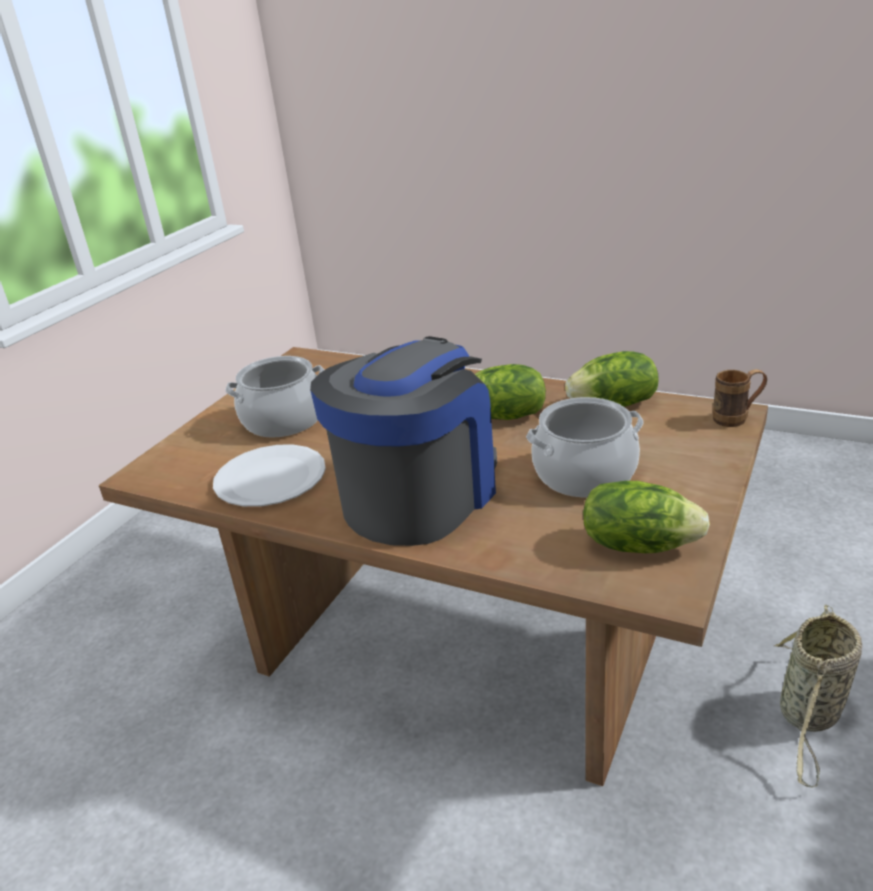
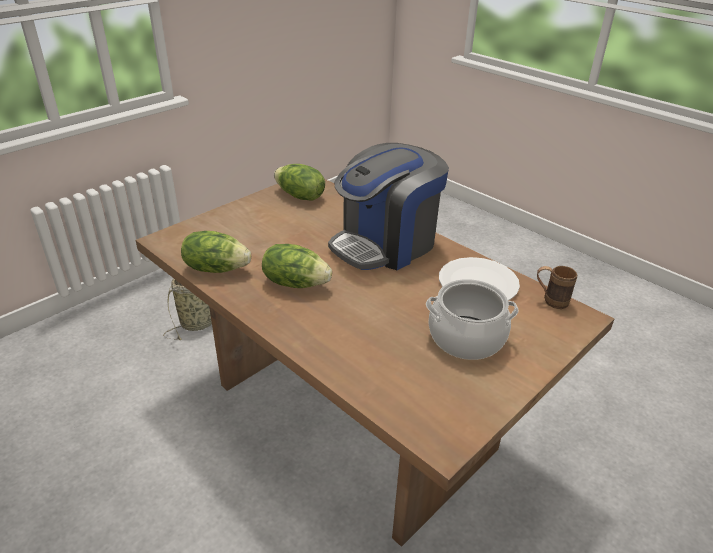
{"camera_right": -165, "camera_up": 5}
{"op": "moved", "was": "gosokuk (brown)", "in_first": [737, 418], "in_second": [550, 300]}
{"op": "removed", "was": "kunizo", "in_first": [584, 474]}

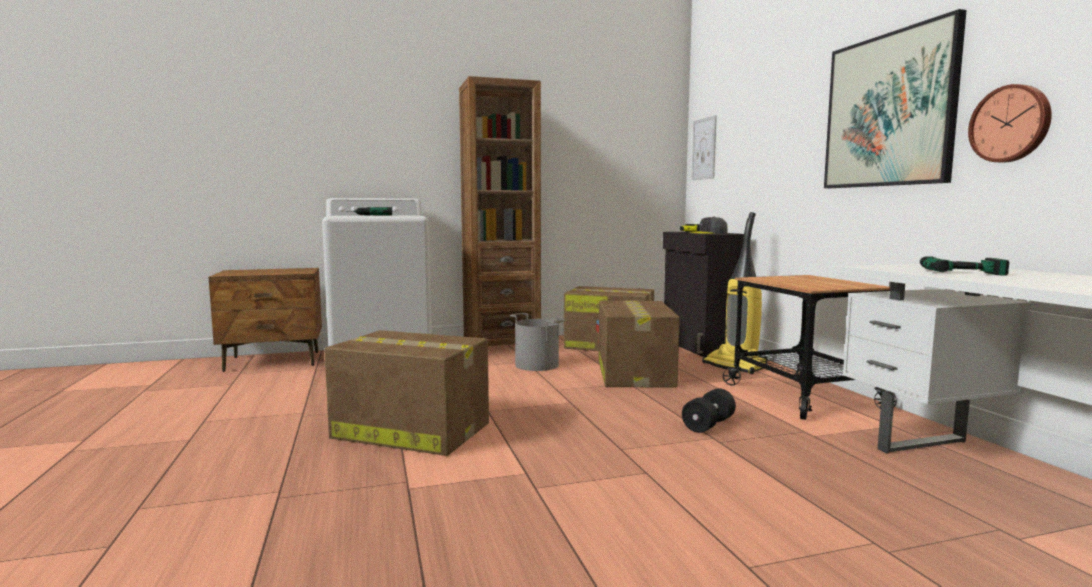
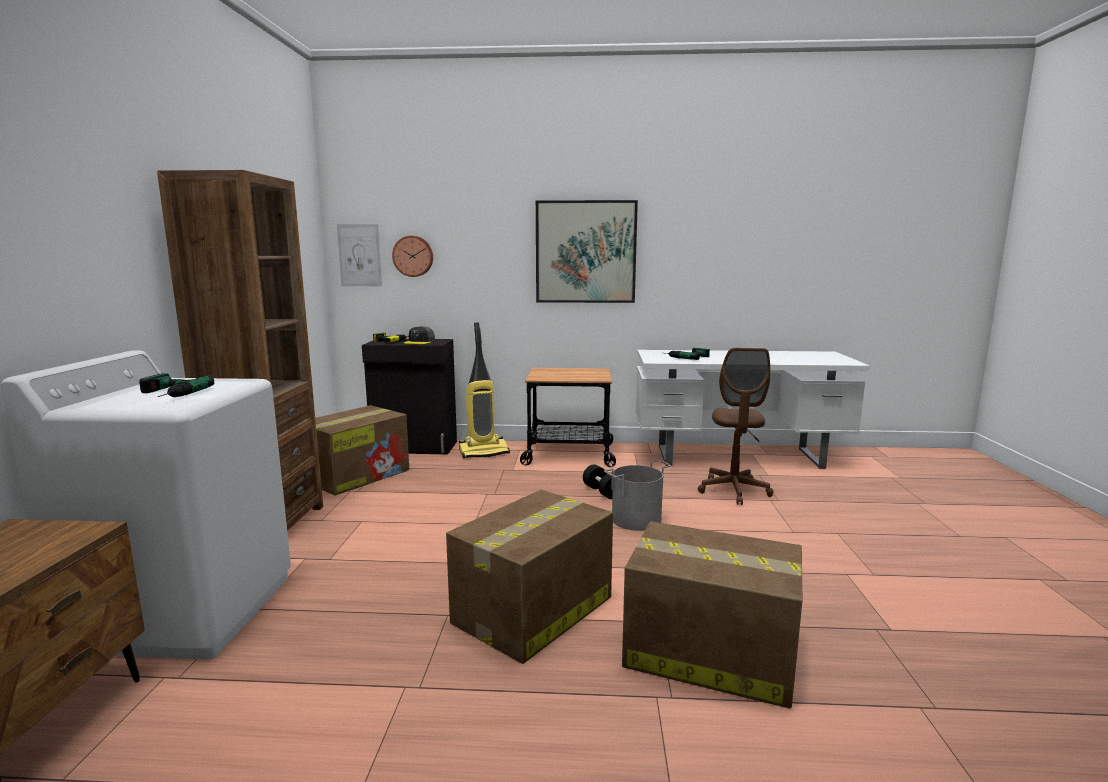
{"camera_right": -70, "camera_up": 5}
{"op": "moved", "was": "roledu", "in_first": [1011, 124], "in_second": [413, 256]}
{"op": "moved", "was": "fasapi", "in_first": [634, 373], "in_second": [707, 652]}
{"op": "moved", "was": "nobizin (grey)", "in_first": [537, 365], "in_second": [635, 519]}
{"op": "added", "now": "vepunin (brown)", "in_second": [733, 490]}

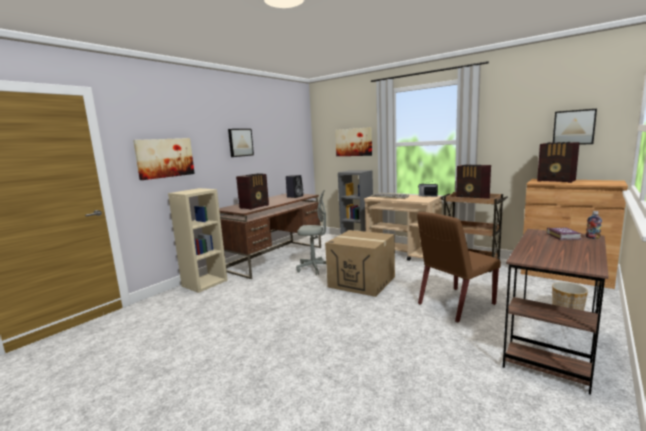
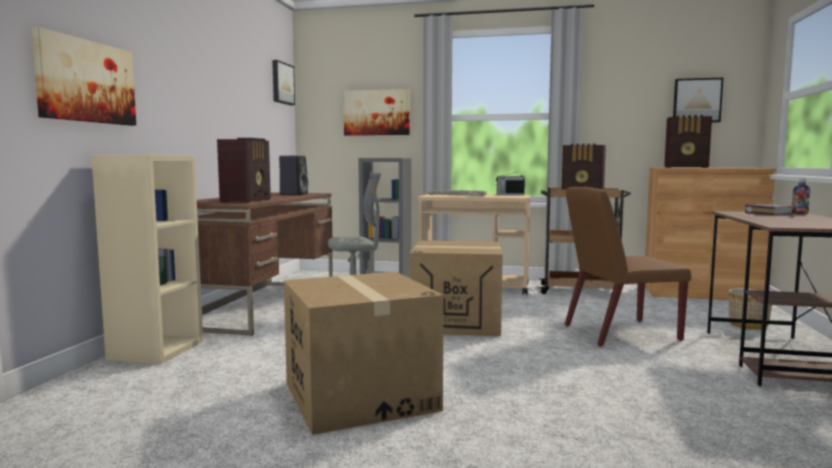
{"camera_right": -25, "camera_up": -5}
{"op": "moved", "was": "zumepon", "in_first": [240, 142], "in_second": [282, 83]}
{"op": "turned", "was": "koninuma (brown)", "in_first": [455, 304], "in_second": [619, 333], "clockwise": 45}
{"op": "added", "now": "fasapi", "in_second": [359, 396]}

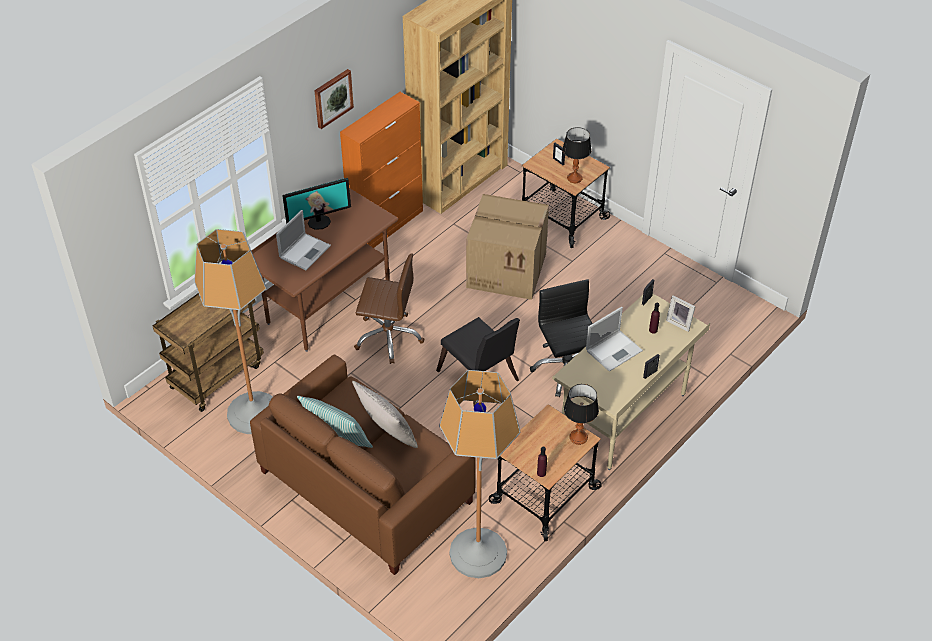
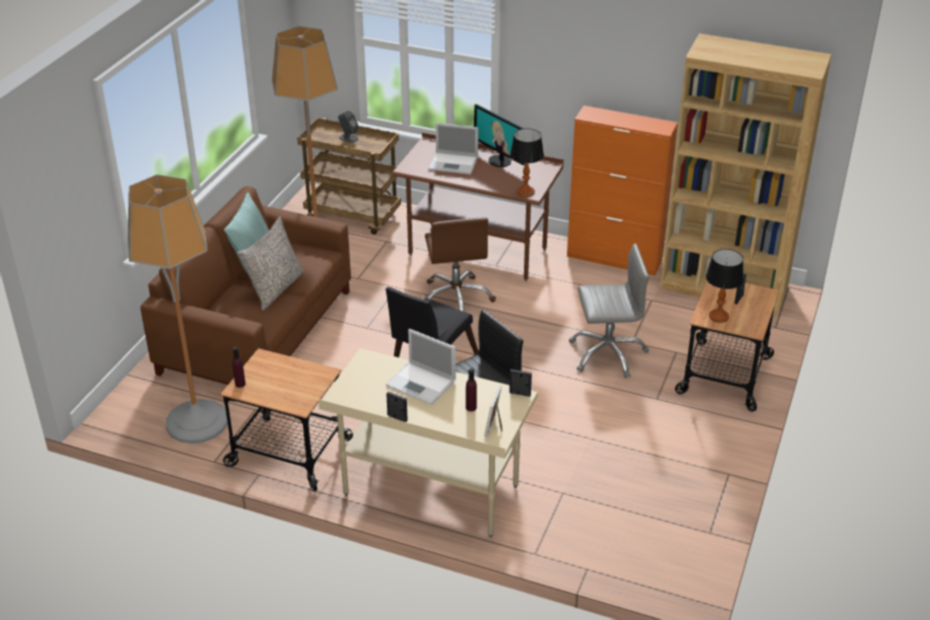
{"camera_right": 70, "camera_up": -10}
{"op": "removed", "was": "zumepon", "in_first": [332, 98]}
{"op": "replaced", "was": "fasapi", "now": "vepunin (grey)", "in_first": [507, 270], "in_second": [607, 353]}
{"op": "moved", "was": "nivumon", "in_first": [578, 437], "in_second": [525, 192]}
{"op": "added", "now": "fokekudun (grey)", "in_second": [348, 138]}

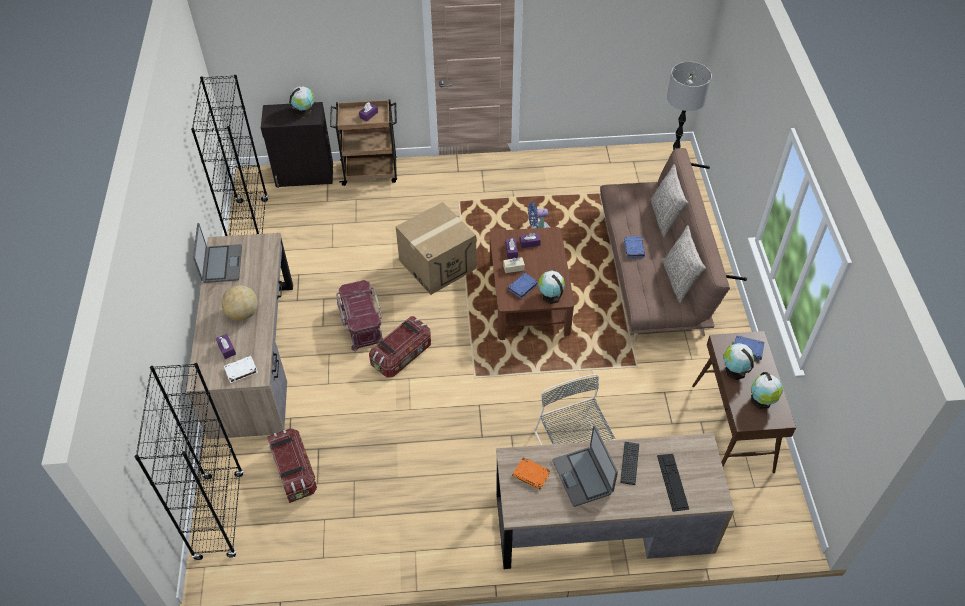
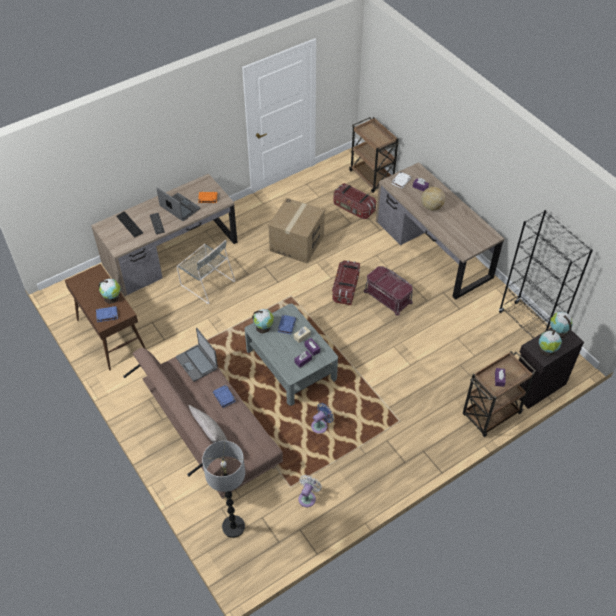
{"camera_right": 150, "camera_up": 0}
{"op": "moved", "was": "fasapi", "in_first": [437, 264], "in_second": [297, 243]}
{"op": "moved", "was": "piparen", "in_first": [221, 264], "in_second": [197, 363]}
{"op": "removed", "was": "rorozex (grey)", "in_first": [679, 280]}
{"op": "recoloured", "was": "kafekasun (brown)", "now": "kafekasun (grey)", "in_first": [529, 297], "in_second": [291, 364]}
{"op": "replaced", "was": "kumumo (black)", "now": "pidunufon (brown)", "in_first": [219, 516], "in_second": [372, 177]}
{"op": "moved", "was": "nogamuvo", "in_first": [762, 401], "in_second": [557, 331]}
{"op": "added", "now": "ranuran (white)", "in_second": [308, 497]}

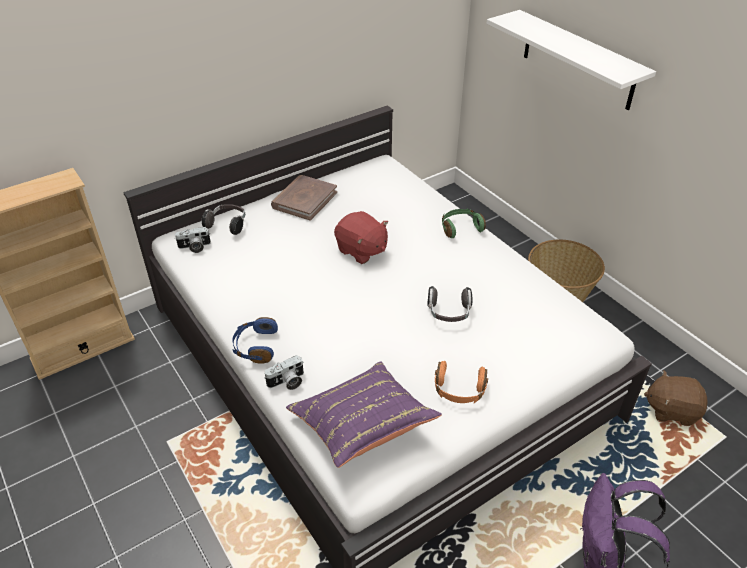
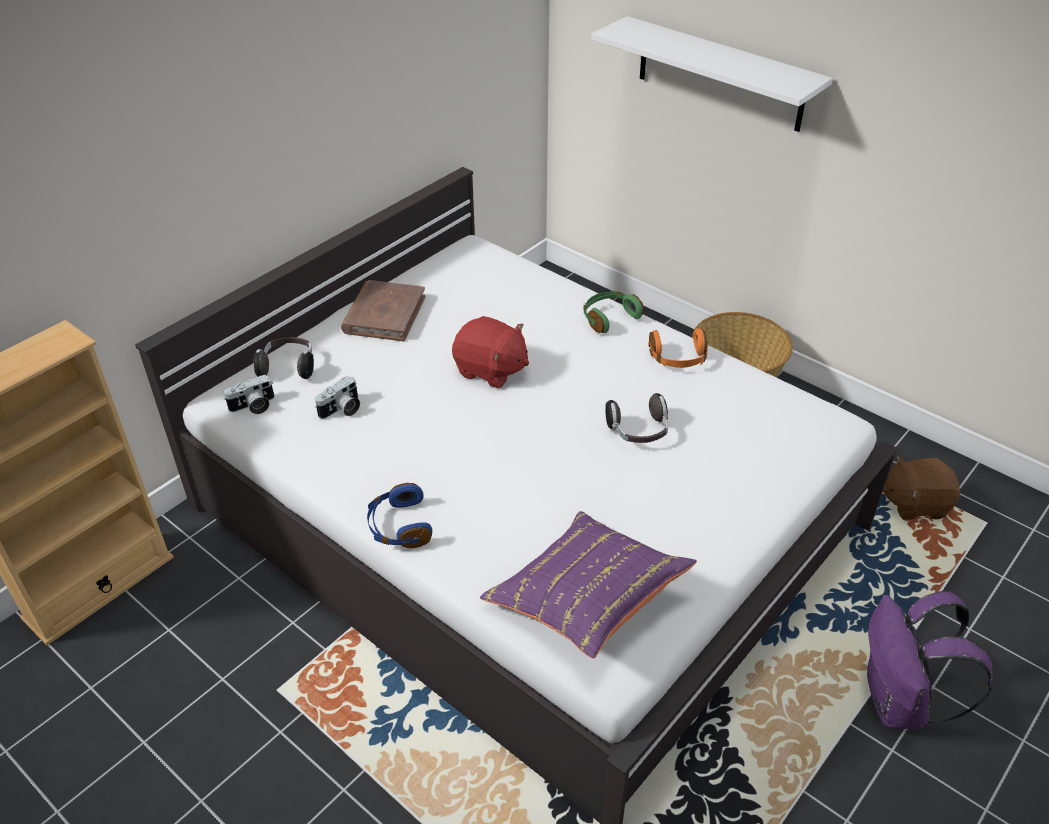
{"camera_right": -15, "camera_up": 0}
{"op": "moved", "was": "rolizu", "in_first": [287, 382], "in_second": [342, 410]}
{"op": "moved", "was": "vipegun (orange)", "in_first": [459, 390], "in_second": [678, 358]}

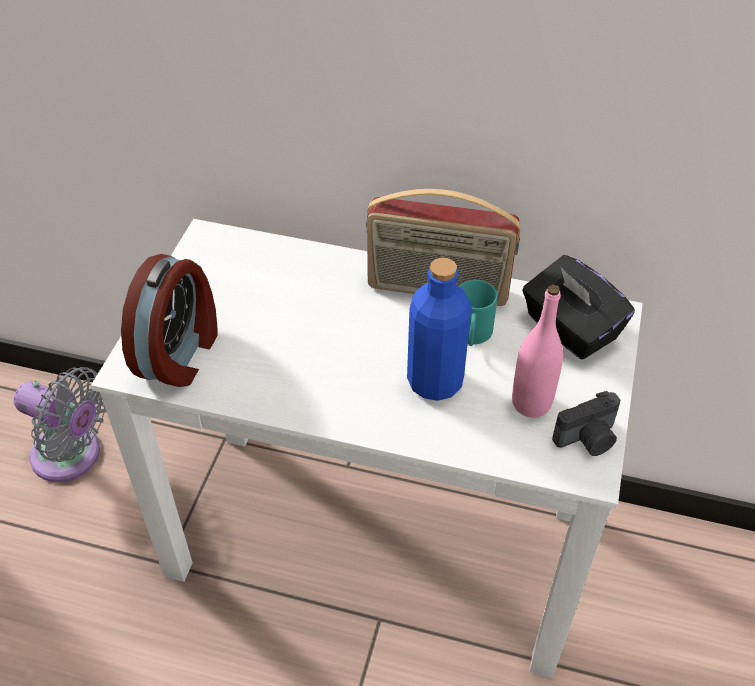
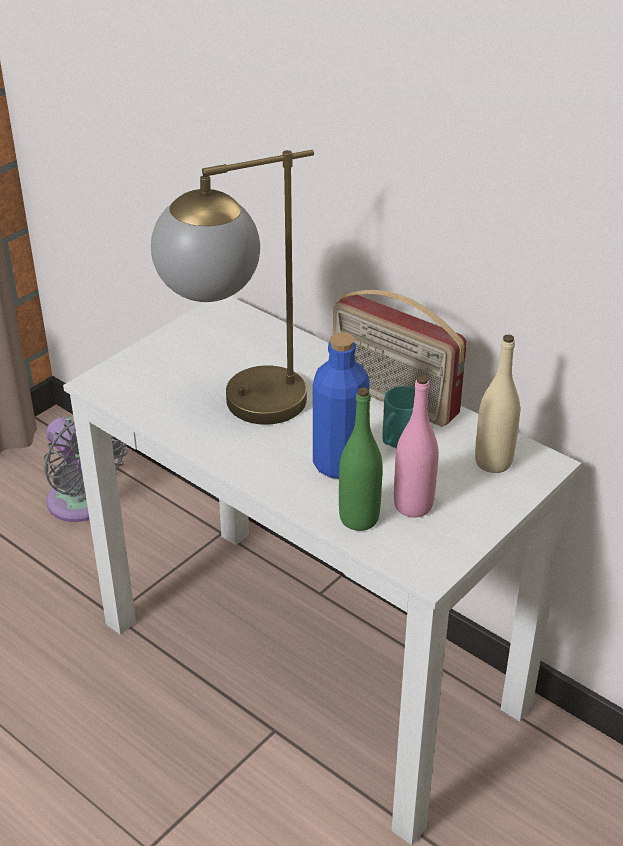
{"camera_right": 25, "camera_up": -10}
{"op": "removed", "was": "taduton", "in_first": [181, 353]}
{"op": "replaced", "was": "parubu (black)", "now": "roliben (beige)", "in_first": [570, 329], "in_second": [493, 462]}
{"op": "removed", "was": "rolizu", "in_first": [588, 439]}
{"op": "added", "now": "nivumon", "in_second": [238, 408]}
{"op": "added", "now": "roliben (green)", "in_second": [359, 518]}

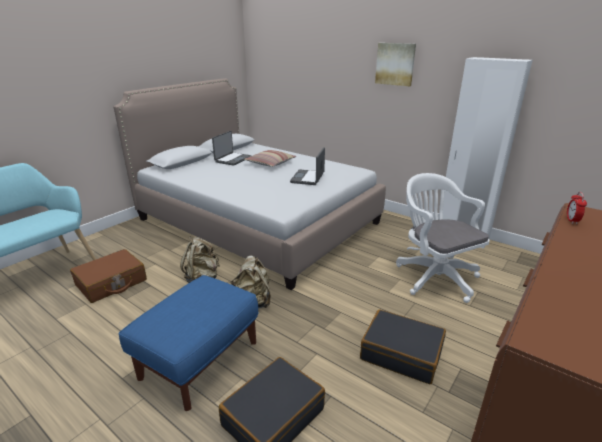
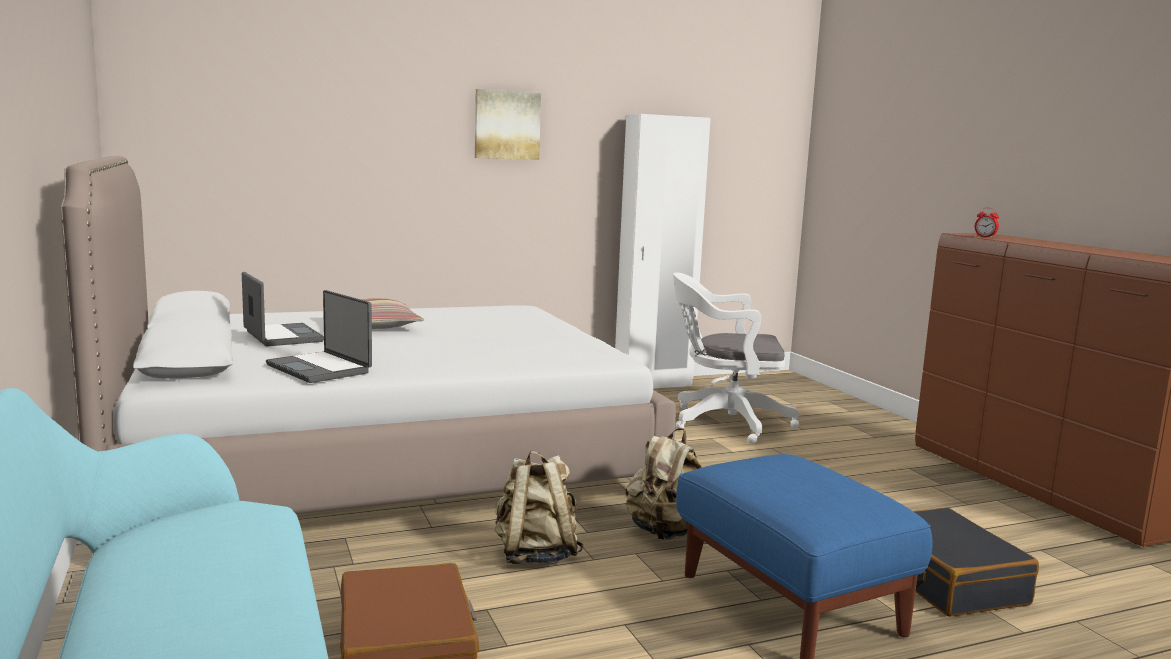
{"camera_right": -60, "camera_up": -15}
{"op": "moved", "was": "piparen", "in_first": [308, 178], "in_second": [320, 369]}
{"op": "removed", "was": "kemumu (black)", "in_first": [401, 353]}

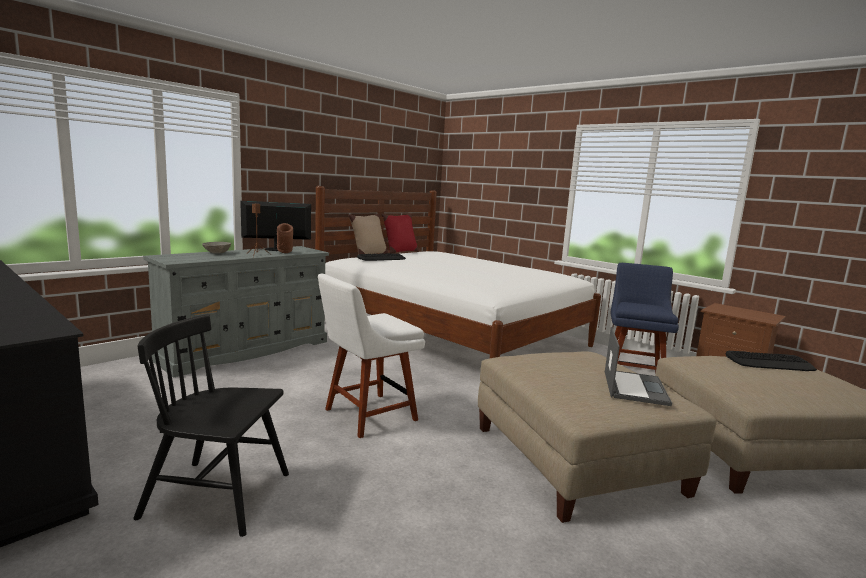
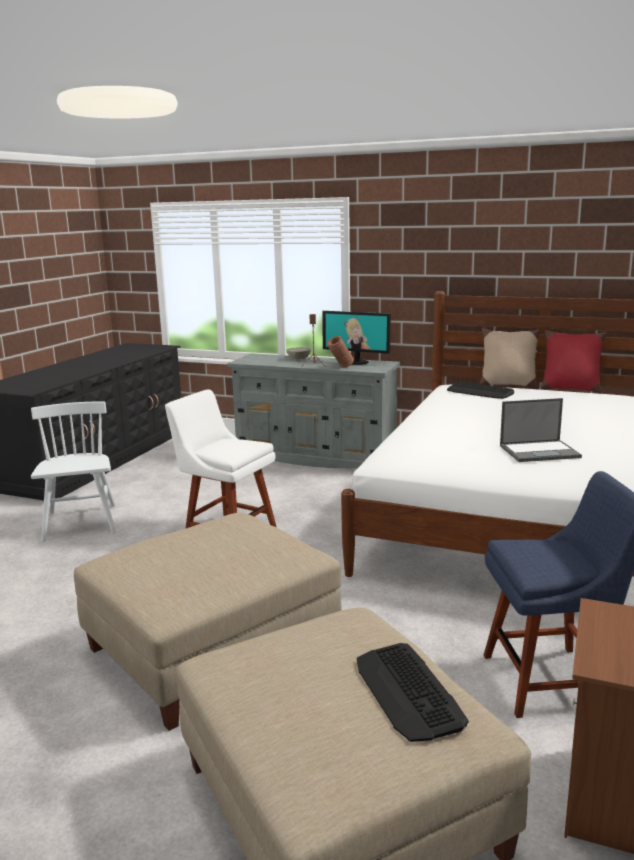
{"camera_right": 70, "camera_up": 5}
{"op": "turned", "was": "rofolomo", "in_first": [276, 249], "in_second": [356, 362], "clockwise": 150}
{"op": "recoloured", "was": "koninuma (black)", "now": "koninuma (white)", "in_first": [218, 496], "in_second": [81, 523]}
{"op": "moved", "was": "piparen", "in_first": [634, 387], "in_second": [540, 451]}

